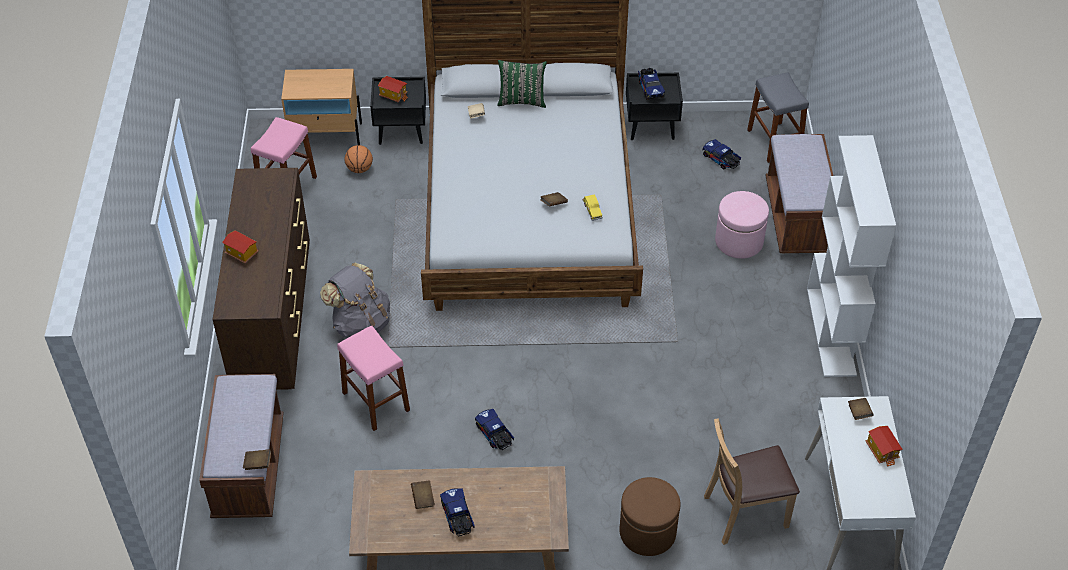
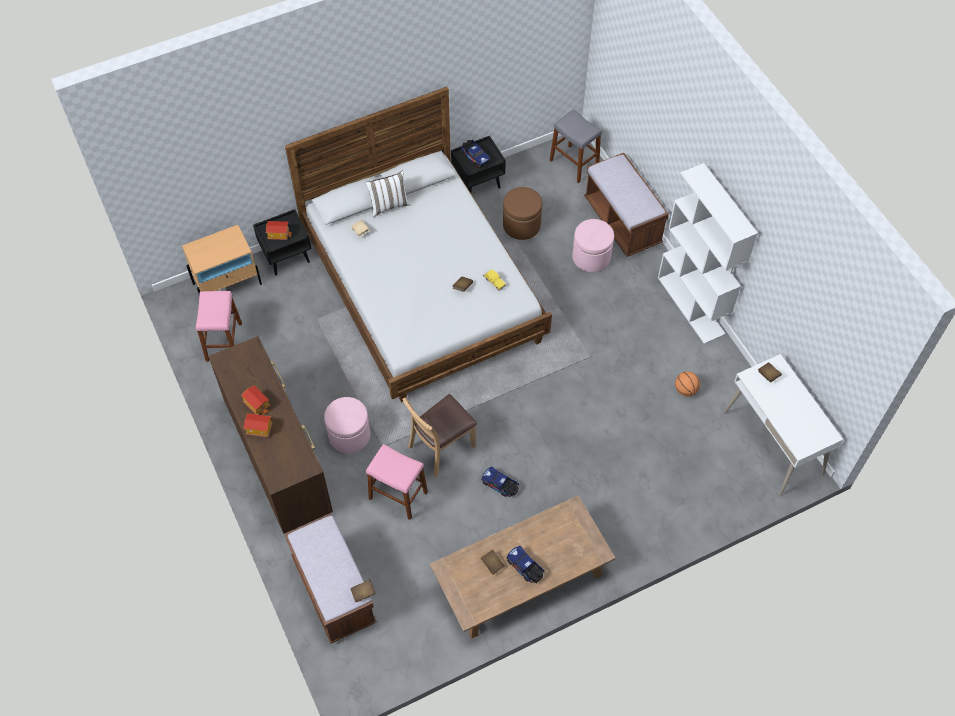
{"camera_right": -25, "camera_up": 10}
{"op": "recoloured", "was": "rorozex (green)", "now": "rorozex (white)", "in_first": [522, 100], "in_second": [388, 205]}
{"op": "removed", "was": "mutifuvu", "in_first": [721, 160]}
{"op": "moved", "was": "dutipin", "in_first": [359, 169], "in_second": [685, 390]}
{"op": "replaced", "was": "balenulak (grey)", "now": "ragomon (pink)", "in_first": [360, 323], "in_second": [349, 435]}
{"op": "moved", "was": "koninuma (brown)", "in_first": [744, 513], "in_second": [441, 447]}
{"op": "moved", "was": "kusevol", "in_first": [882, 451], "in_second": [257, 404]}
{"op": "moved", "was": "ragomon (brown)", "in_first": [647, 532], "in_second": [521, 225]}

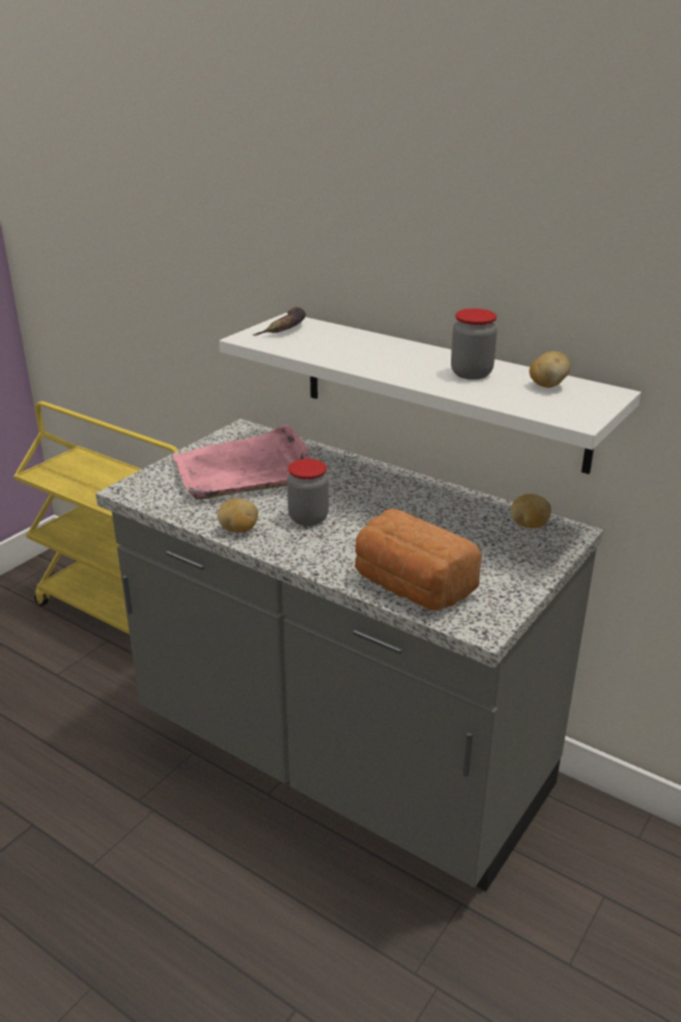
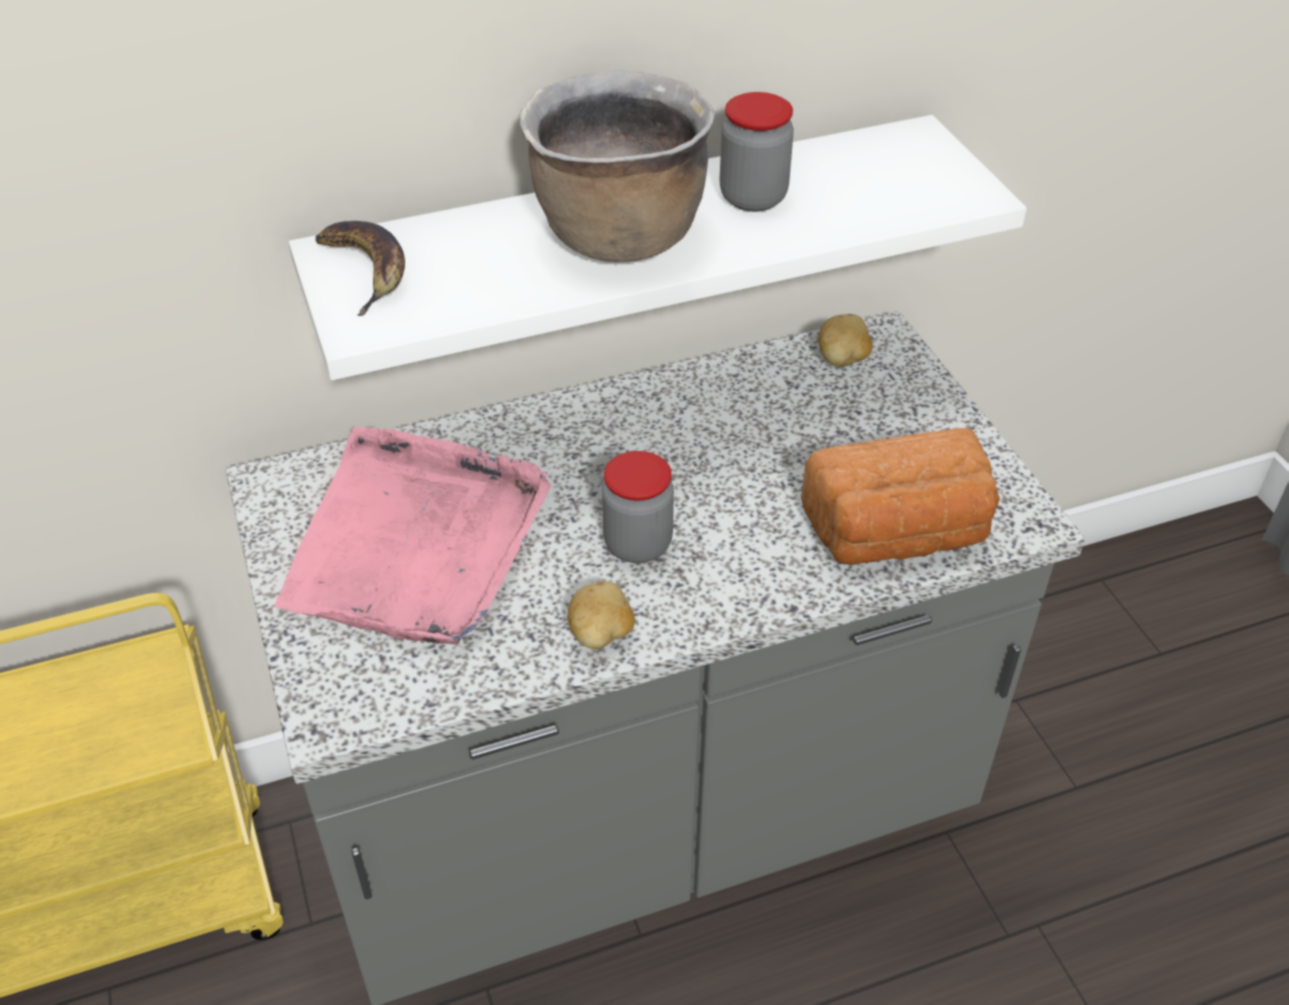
{"camera_right": -55, "camera_up": 15}
{"op": "removed", "was": "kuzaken", "in_first": [547, 385]}
{"op": "added", "now": "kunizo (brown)", "in_second": [618, 235]}

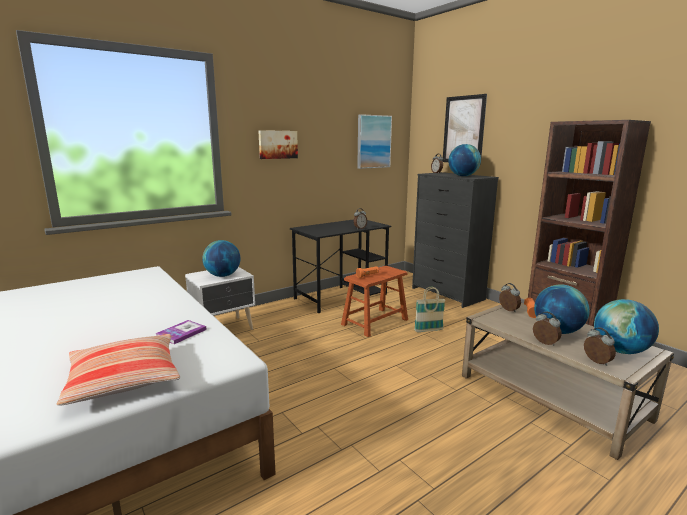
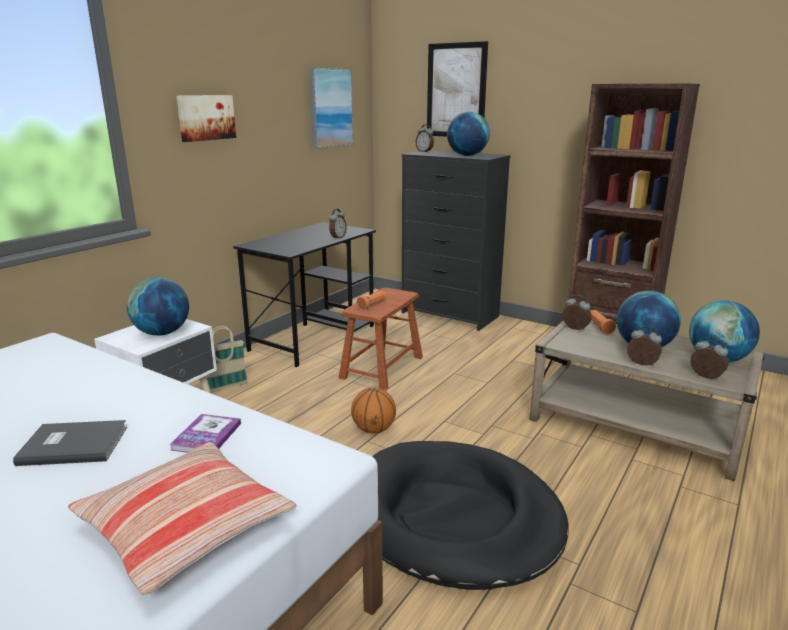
{"camera_right": -20, "camera_up": 5}
{"op": "moved", "was": "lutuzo", "in_first": [428, 330], "in_second": [226, 387]}
{"op": "added", "now": "dutipin", "in_second": [374, 430]}
{"op": "added", "now": "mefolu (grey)", "in_second": [73, 444]}
{"op": "added", "now": "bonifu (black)", "in_second": [454, 517]}

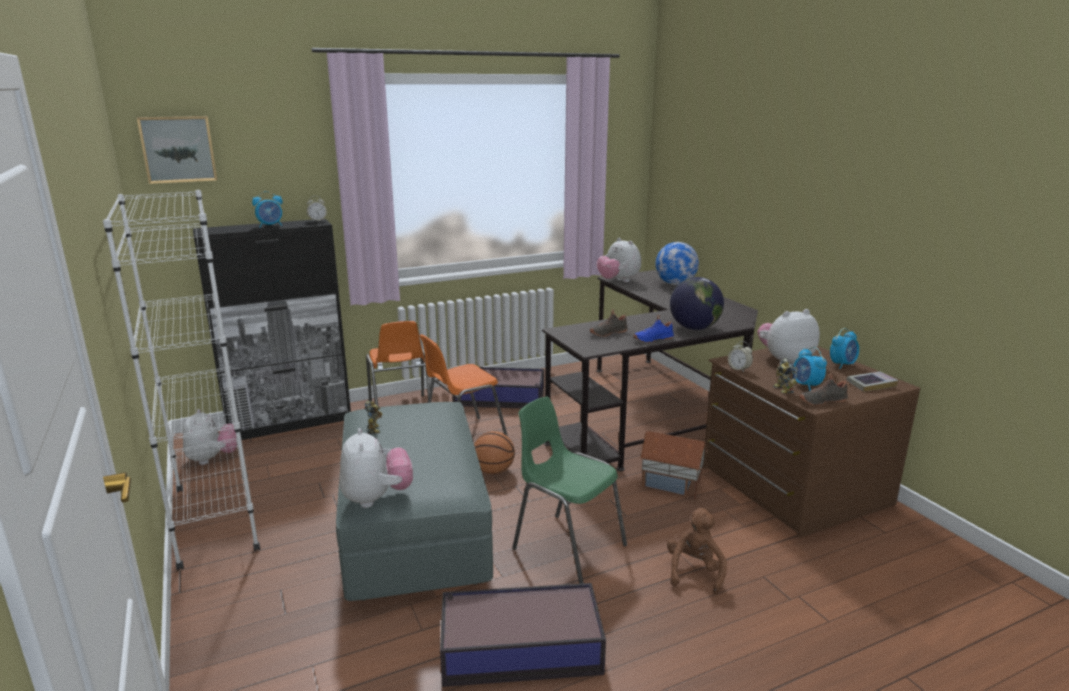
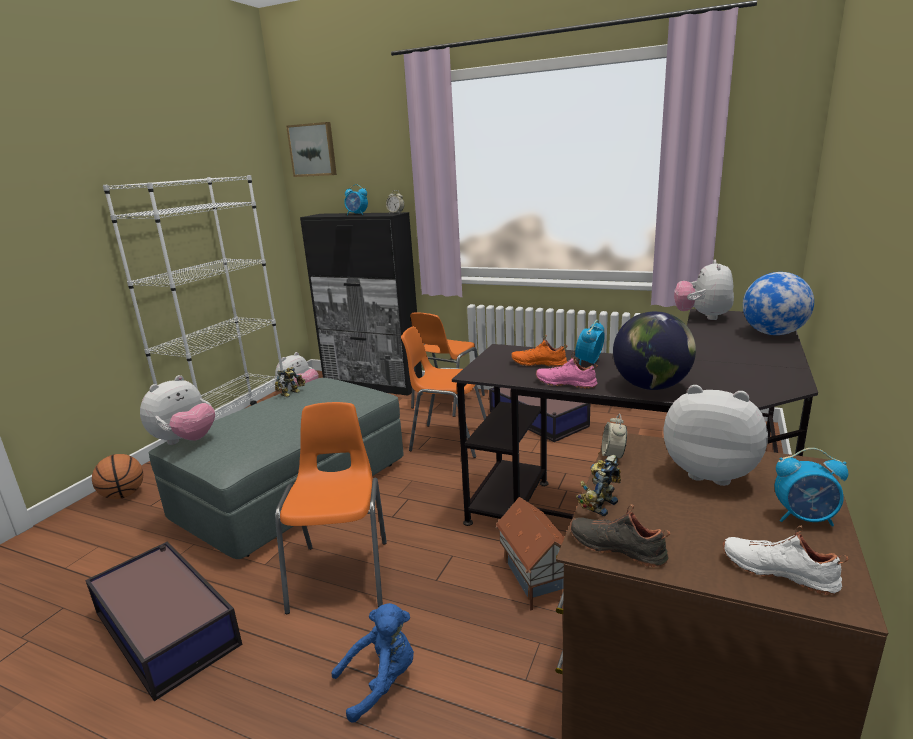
{"camera_right": 50, "camera_up": 0}
{"op": "recoloured", "was": "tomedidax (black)", "now": "tomedidax (orange)", "in_first": [608, 333], "in_second": [539, 363]}
{"op": "recoloured", "was": "tomedidax (blue)", "now": "tomedidax (pink)", "in_first": [652, 339], "in_second": [566, 383]}
{"op": "moved", "was": "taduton", "in_first": [806, 386], "in_second": [589, 363]}
{"op": "replaced", "was": "mefolu", "now": "tomedidax (white)", "in_first": [871, 384], "in_second": [778, 571]}
{"op": "recoloured", "was": "koninuma (green)", "now": "koninuma (orange)", "in_first": [567, 546], "in_second": [342, 573]}
{"op": "moved", "was": "dutipin", "in_first": [494, 471], "in_second": [123, 495]}
{"op": "recoloured", "was": "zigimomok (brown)", "now": "zigimomok (blue)", "in_first": [694, 572], "in_second": [381, 682]}

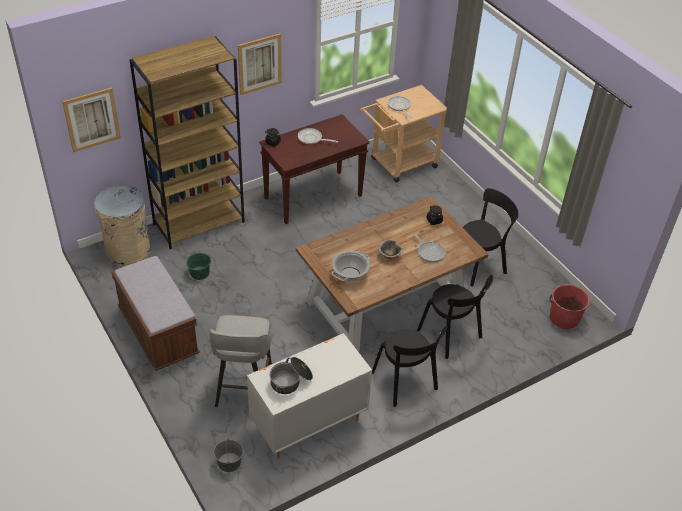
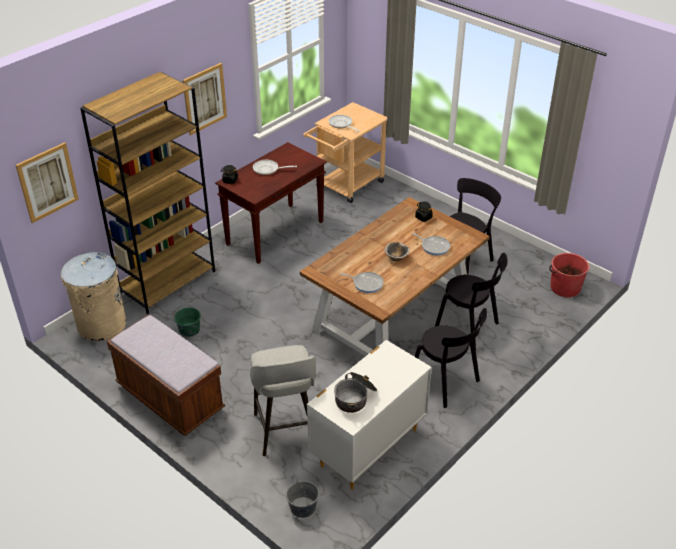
{"camera_right": -15, "camera_up": -5}
{"op": "replaced", "was": "kunizo", "now": "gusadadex", "in_first": [350, 274], "in_second": [366, 283]}

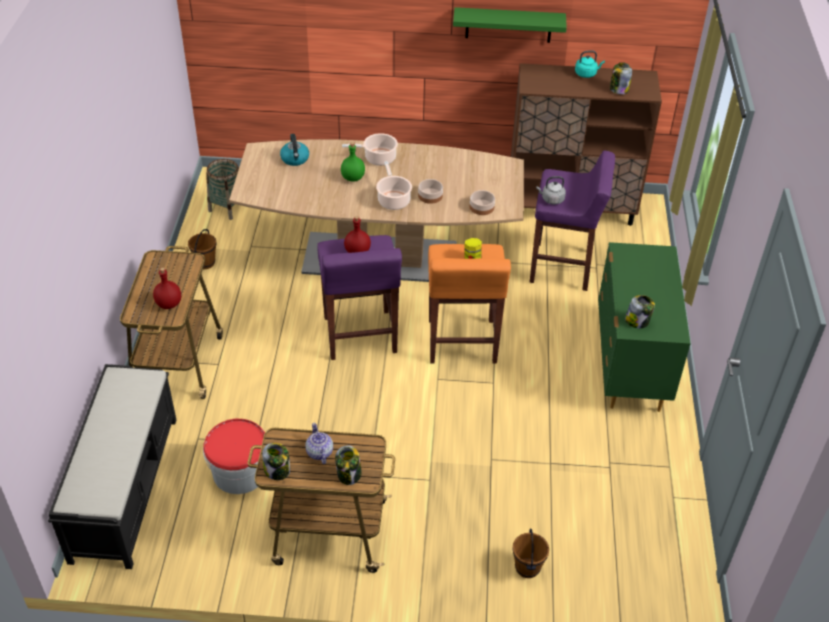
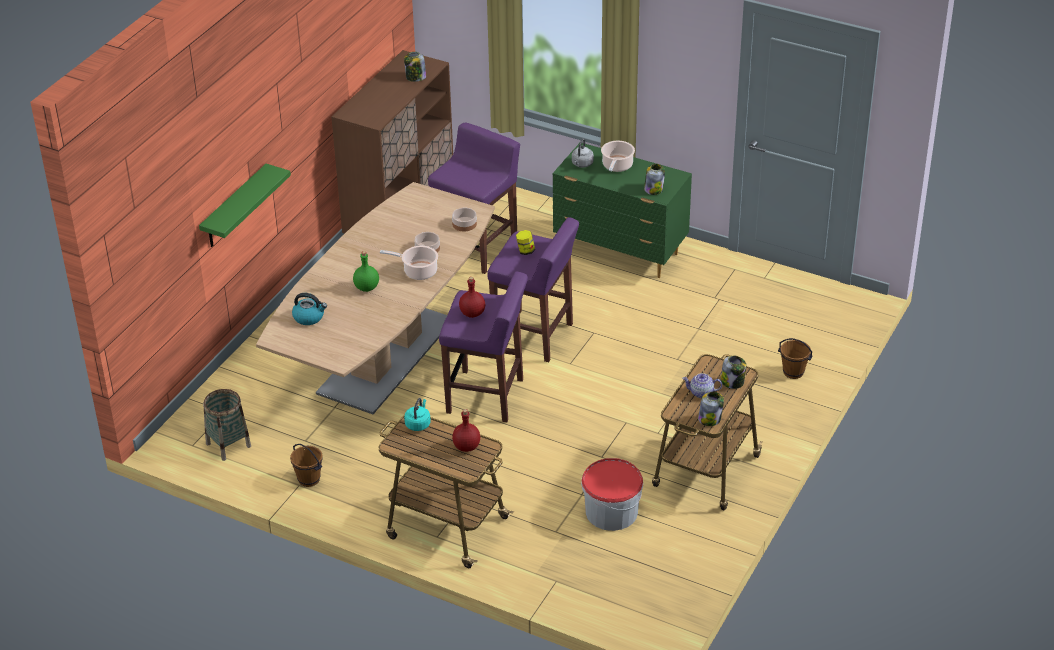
{"camera_right": -65, "camera_up": -5}
{"op": "moved", "was": "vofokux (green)", "in_first": [508, 25], "in_second": [234, 207]}
{"op": "moved", "was": "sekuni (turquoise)", "in_first": [586, 74], "in_second": [418, 424]}
{"op": "moved", "was": "kunizo", "in_first": [378, 158], "in_second": [617, 166]}
{"op": "moved", "was": "sekuni (grey)", "in_first": [551, 199], "in_second": [582, 164]}
{"op": "recoloured", "was": "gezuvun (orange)", "now": "gezuvun (purple)", "in_first": [461, 342], "in_second": [534, 336]}
{"op": "removed", "was": "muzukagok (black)", "in_first": [125, 486]}

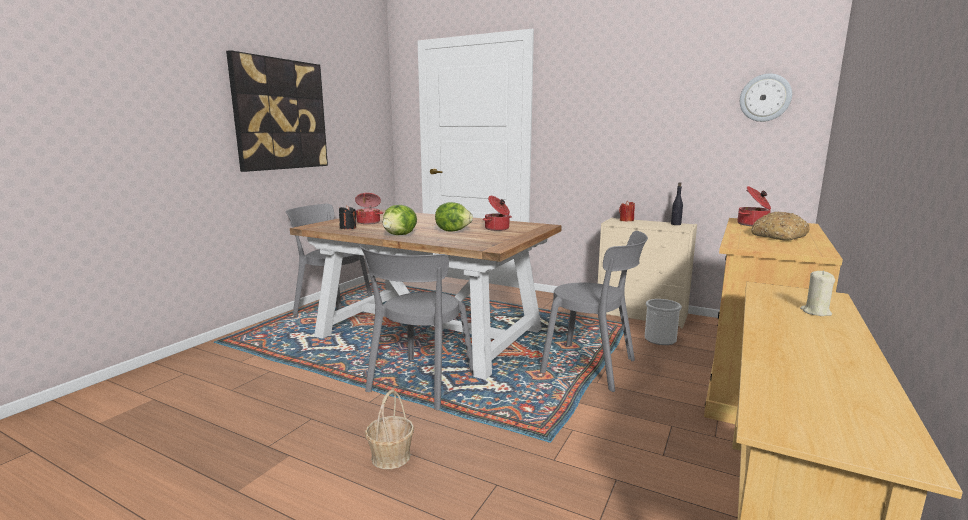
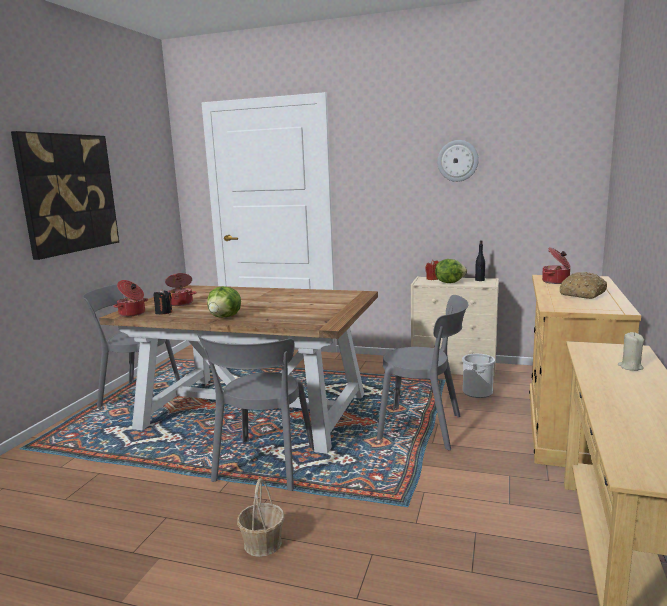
{"camera_right": -10, "camera_up": 0}
{"op": "moved", "was": "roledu", "in_first": [765, 98], "in_second": [457, 161]}
{"op": "moved", "was": "kunizo", "in_first": [497, 229], "in_second": [132, 314]}
{"op": "moved", "was": "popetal", "in_first": [453, 231], "in_second": [449, 282]}

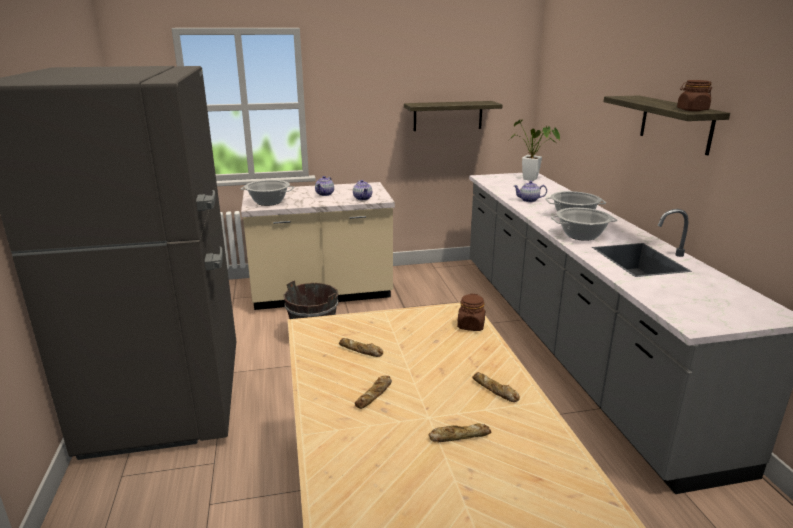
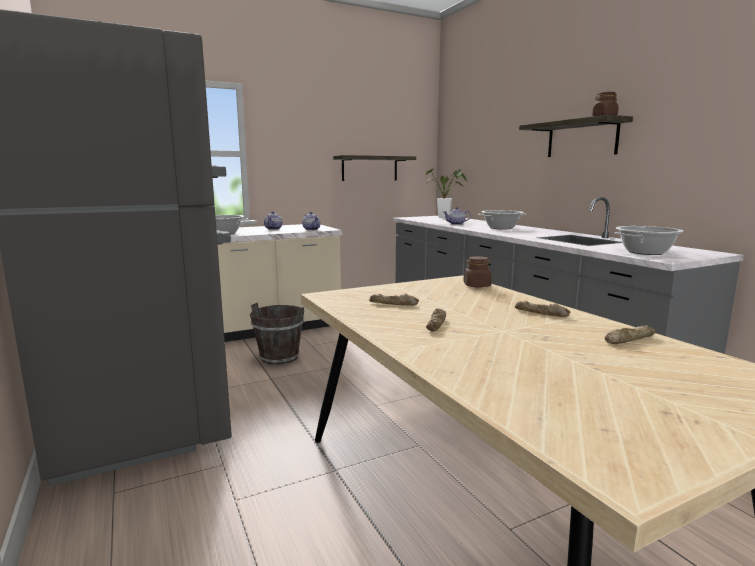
{"camera_right": -15, "camera_up": -10}
{"op": "moved", "was": "kunizo", "in_first": [581, 235], "in_second": [645, 252]}
{"op": "moved", "was": "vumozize", "in_first": [459, 436], "in_second": [628, 339]}

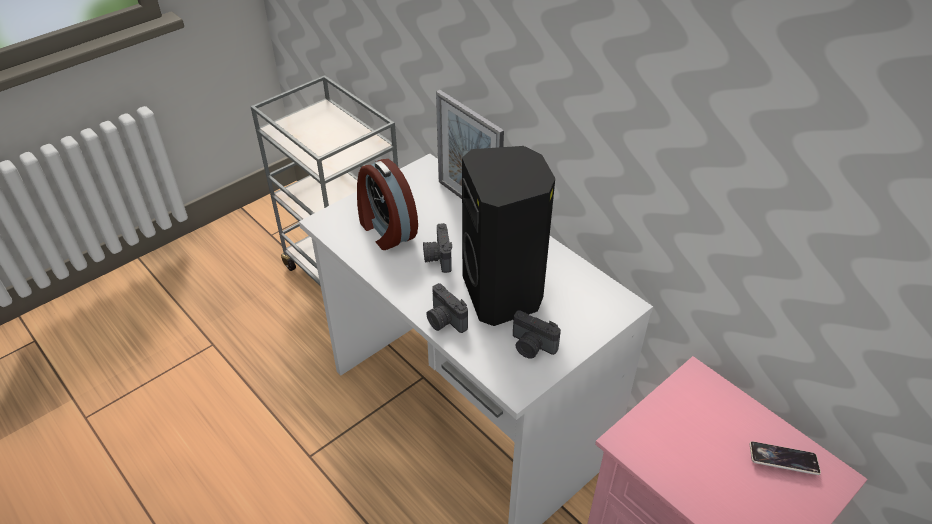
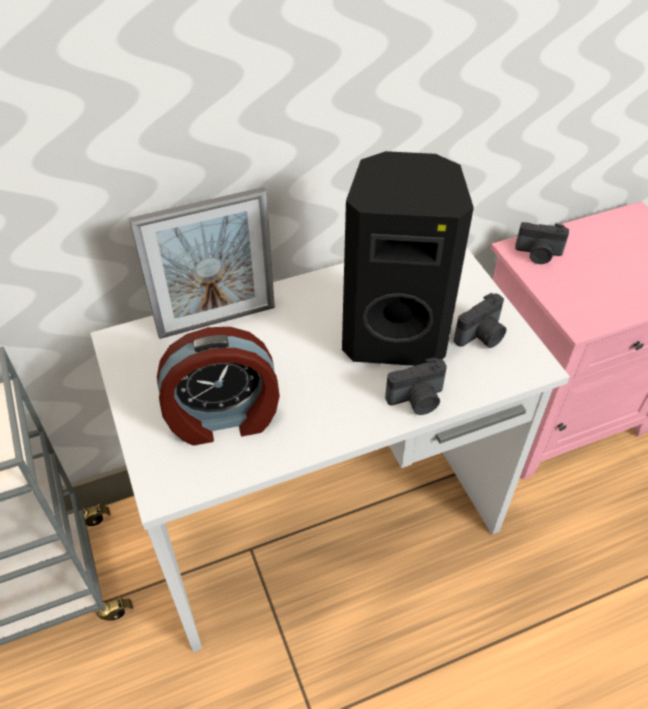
{"camera_right": -70, "camera_up": 5}
{"op": "moved", "was": "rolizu", "in_first": [437, 258], "in_second": [538, 254]}
{"op": "removed", "was": "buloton", "in_first": [782, 460]}

